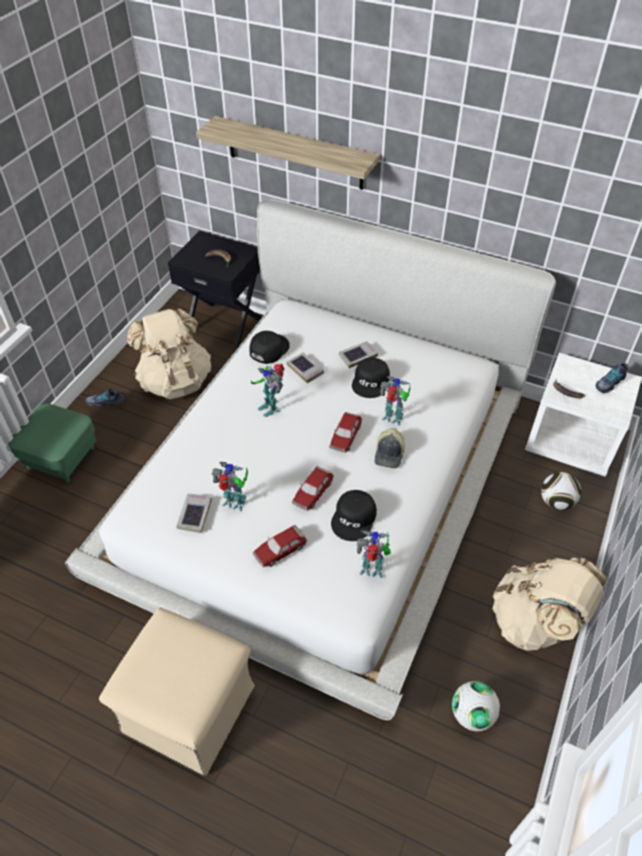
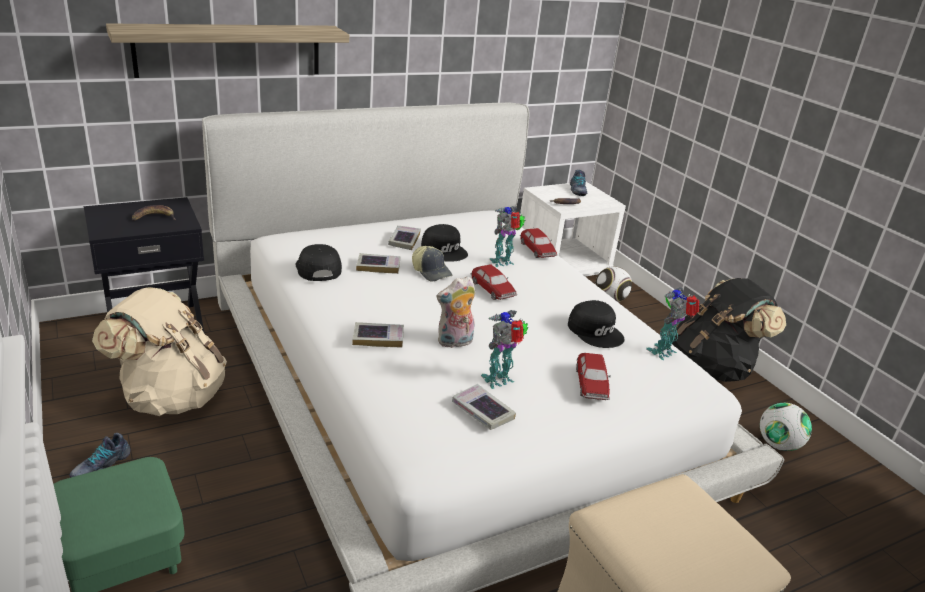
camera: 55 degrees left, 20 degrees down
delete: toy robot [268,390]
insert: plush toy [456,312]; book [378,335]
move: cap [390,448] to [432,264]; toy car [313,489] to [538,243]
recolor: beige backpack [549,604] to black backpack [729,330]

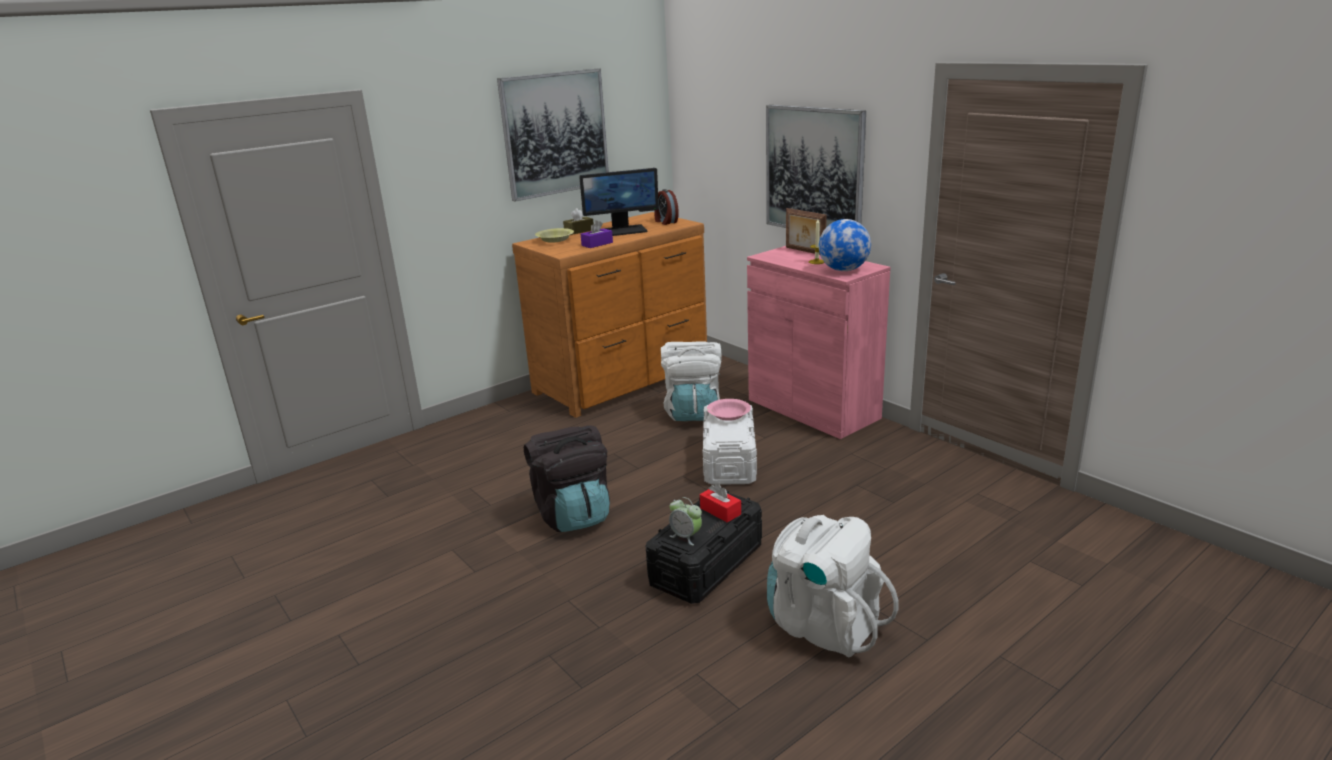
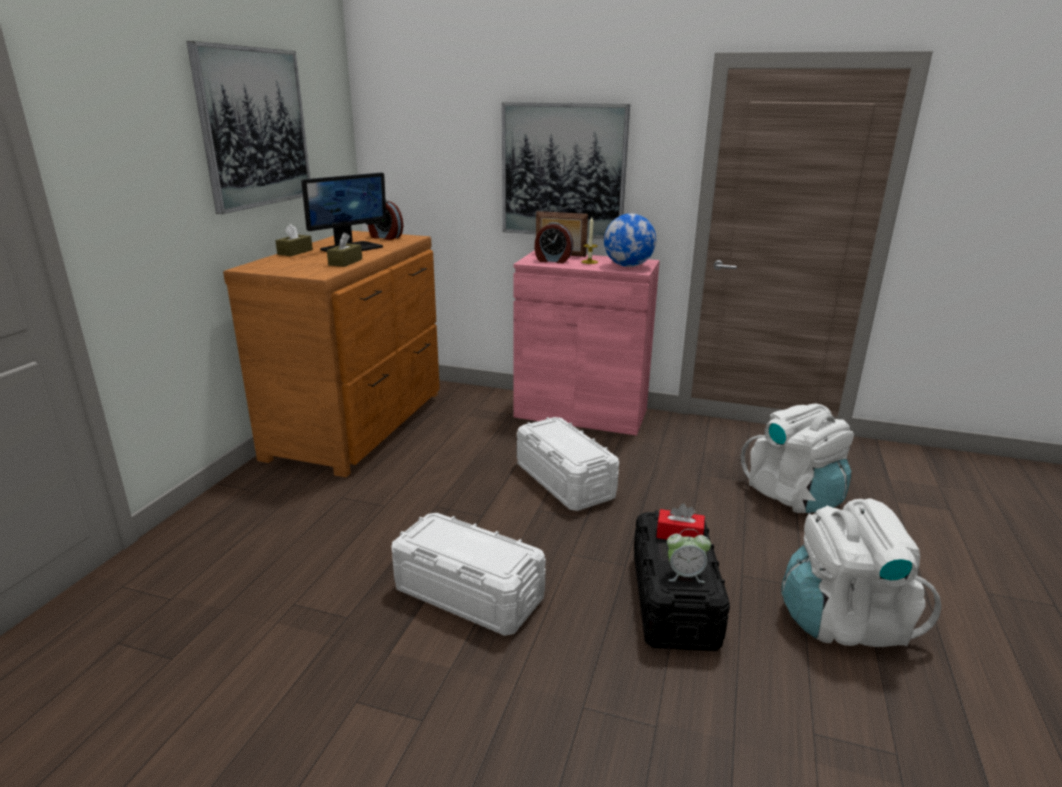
camera: 35 degrees left, 0 degrees up
delete: yellow bowl [554,235]; pink bowl [729,410]
insert: alarm clock [553,242]
move: white backpack [691,381] to [797,458]
replace: black backpack [567,478] to white storage box [468,574]
recolor: purple tissue box [597,234] to brown tissue box [344,249]

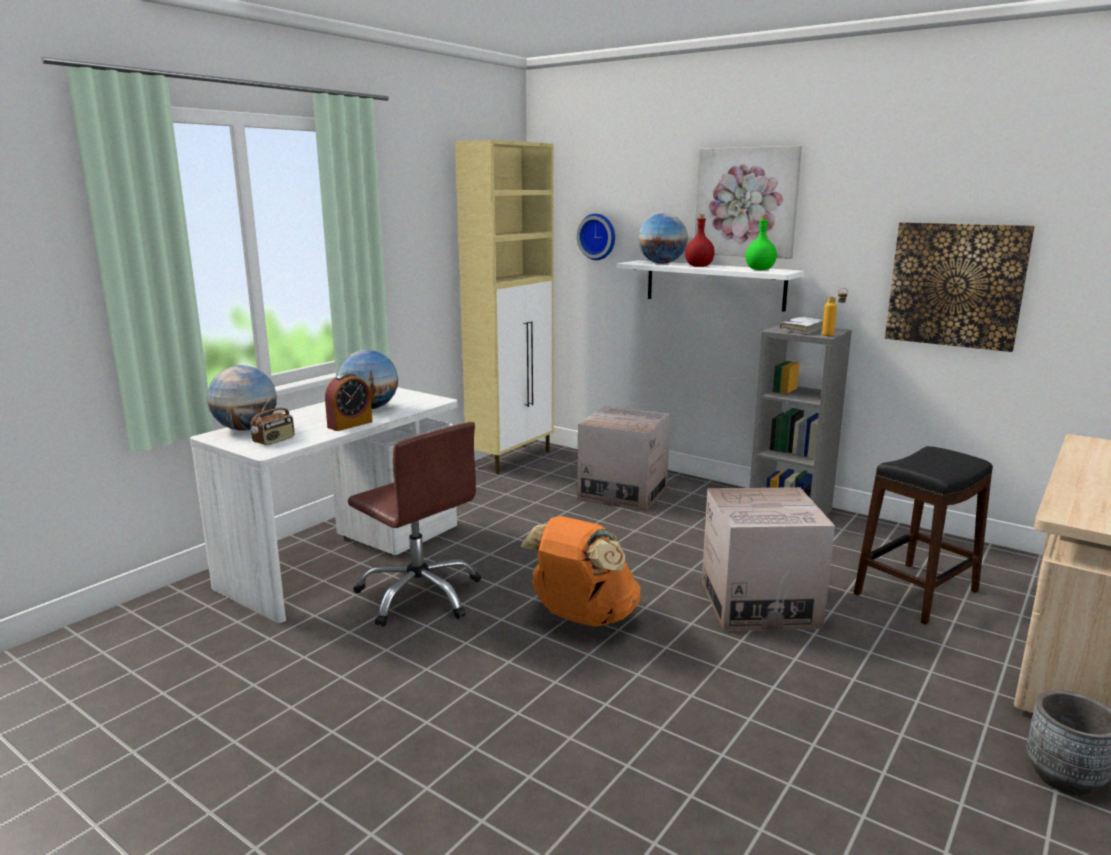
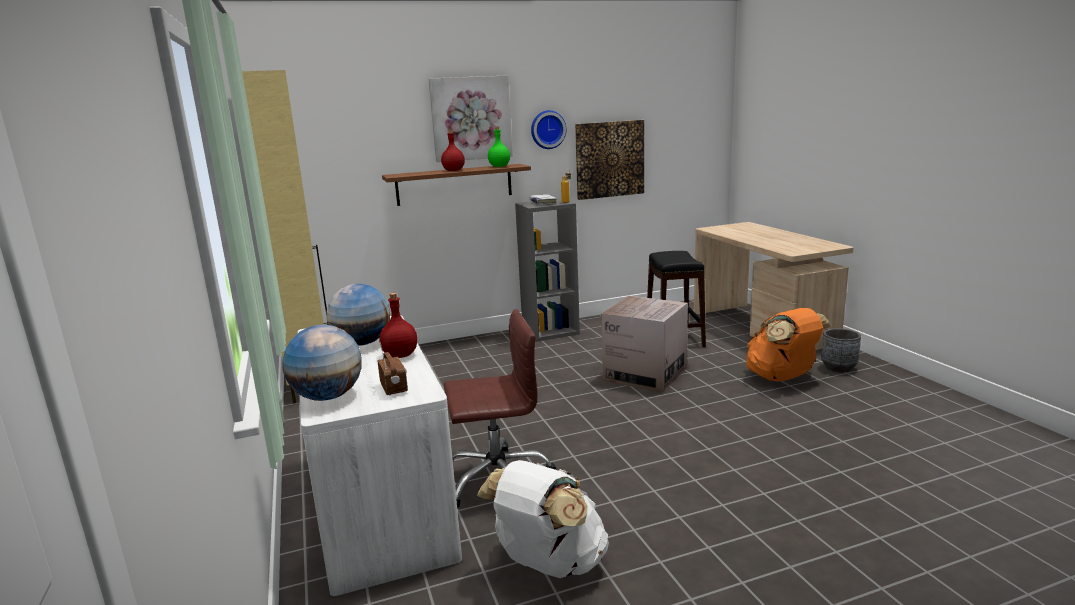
camera: 55 degrees left, 0 degrees up
delete: globe [663,238]; cardboard box [623,459]
insert: white backpack [543,519]
move: wall clock [596,237] to [548,129]; orange backpack [581,571] to [789,345]
replace: alarm clock [348,402] to red bottle [398,325]
recolor: white shelf [710,286] to brown shelf [456,185]

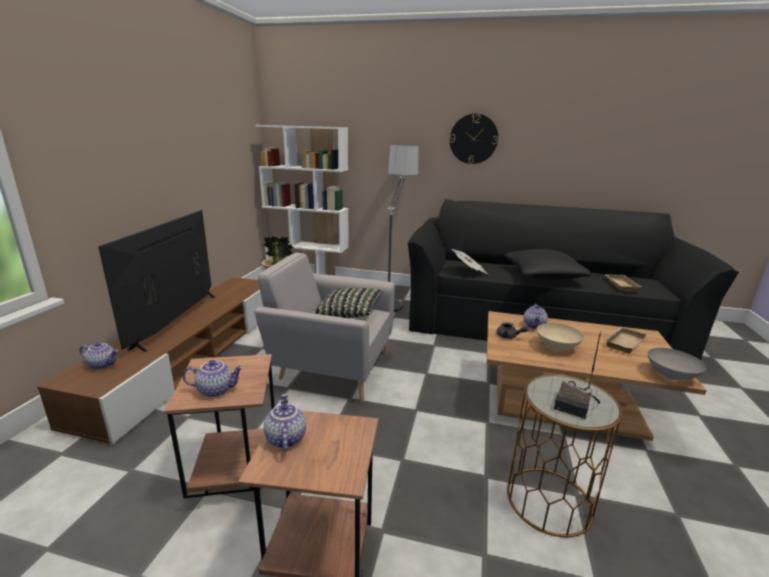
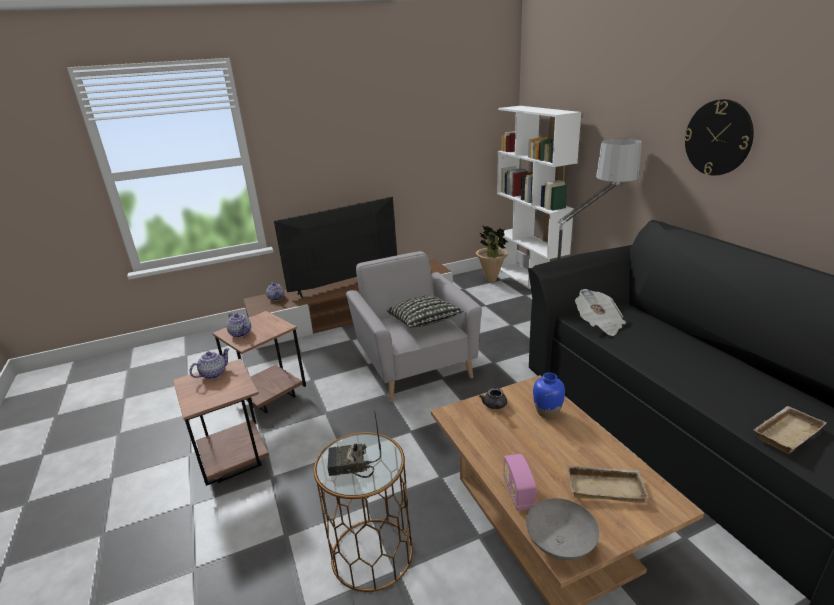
camera: 55 degrees right, 5 degrees up
delete: black pillow [547,264]; beige bowl [560,337]
insert: radio [519,482]
replace: teapot [536,316] to blue vase [549,395]

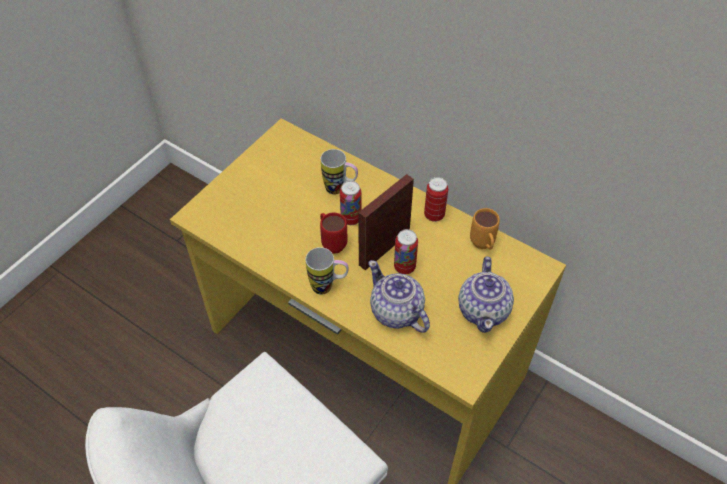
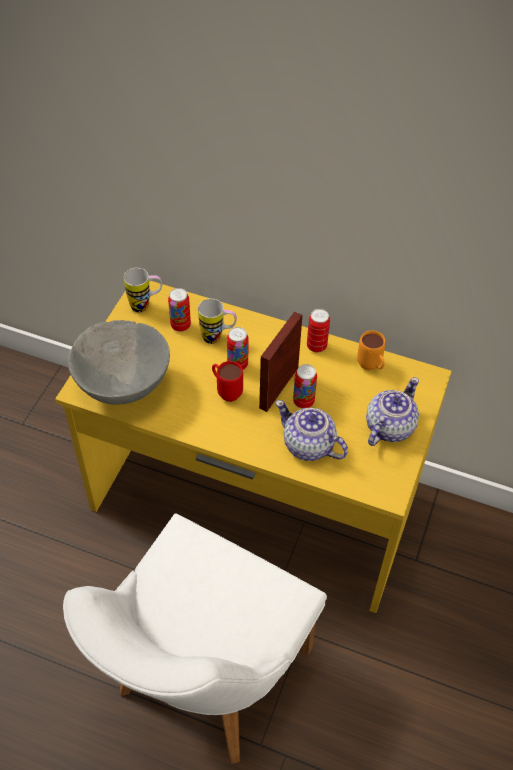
camera: 15 degrees left, 0 degrees up
insert: can [179,310]; grey bowl [119,362]
move: mug [327,271] to [143,290]
rotate: teapot [486,295] = [392,411] 135 degrees counterclockwise

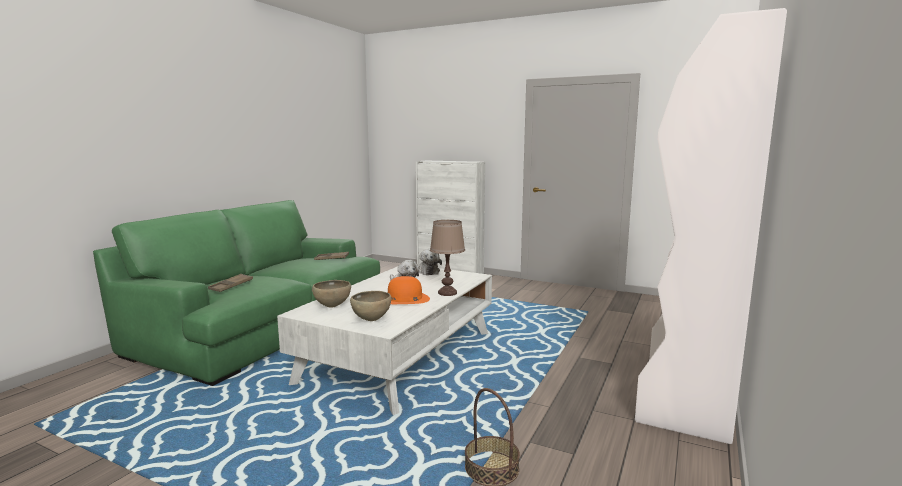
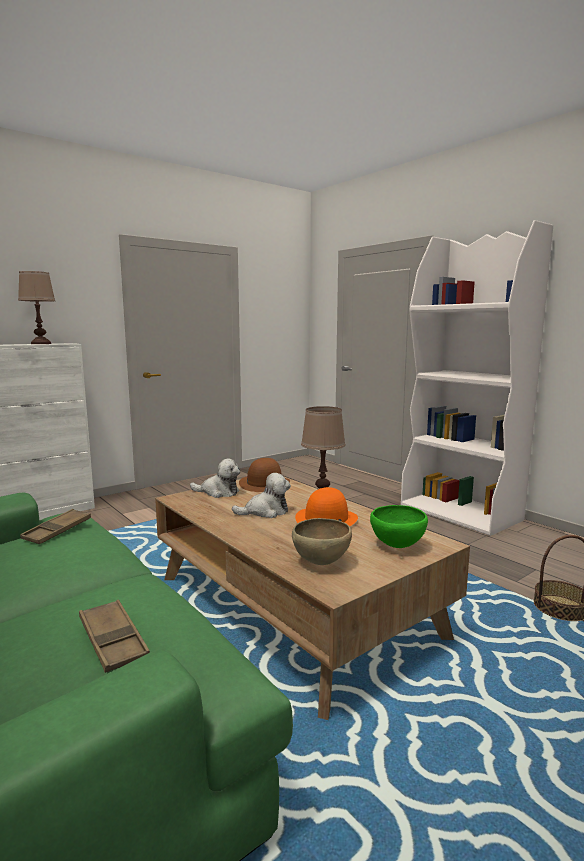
camera: 65 degrees left, 0 degrees up
insert: brown table lamp [36,307]; brown hat [264,475]
recolor: white coffee table [384,341] to brown coffee table [312,598]; brown bowl [370,306] to green bowl [399,526]

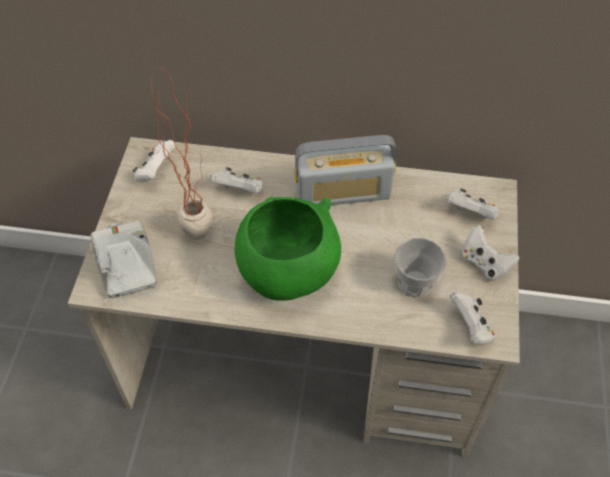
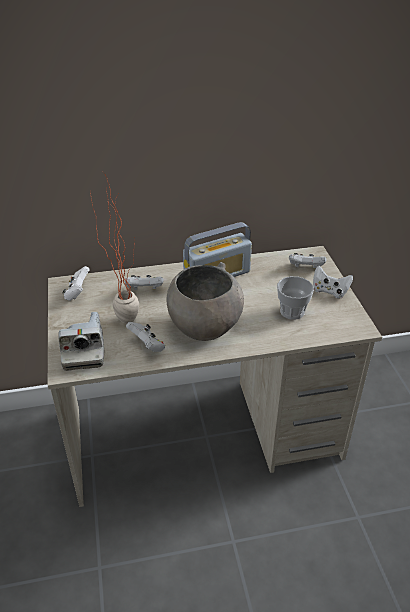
camera: 20 degrees left, 15 degrees down
move: white game controller [473,318] to [145,337]
recolor: green bowl [288,248] to grey bowl [205,301]
rotate: photo camera [124,259] = [81,341] 150 degrees counterclockwise

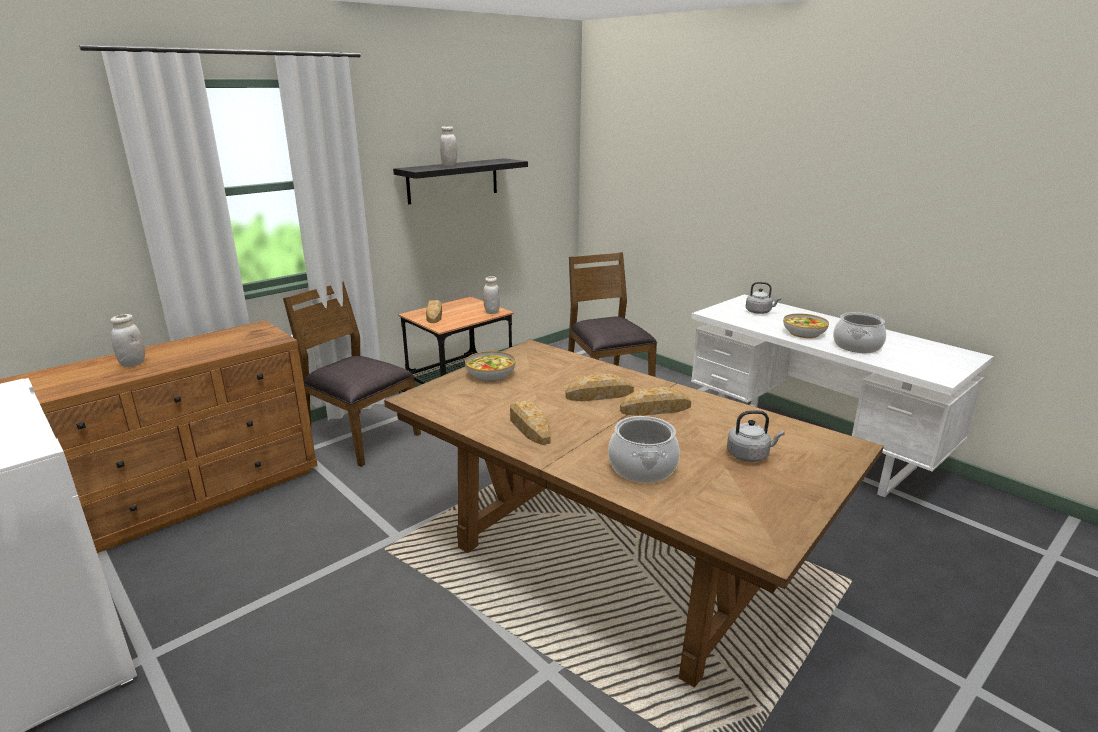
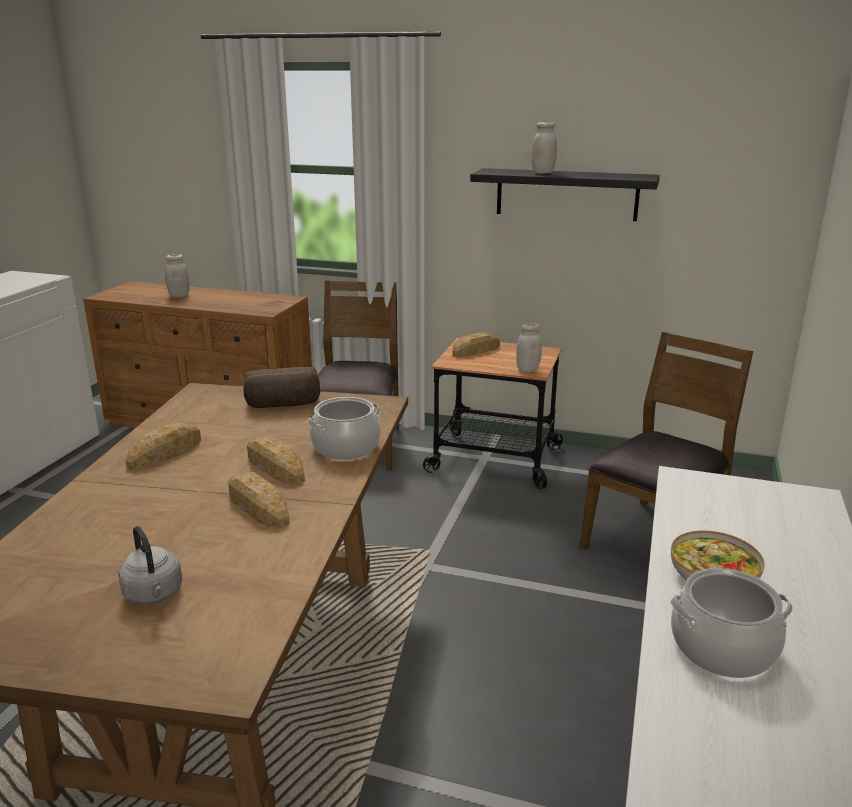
camera: 60 degrees right, 0 degrees up
delete: grey kettle [763,298]
move: cooking pot [644,449] to [344,428]
replace: bowl [490,366] to bread [281,387]

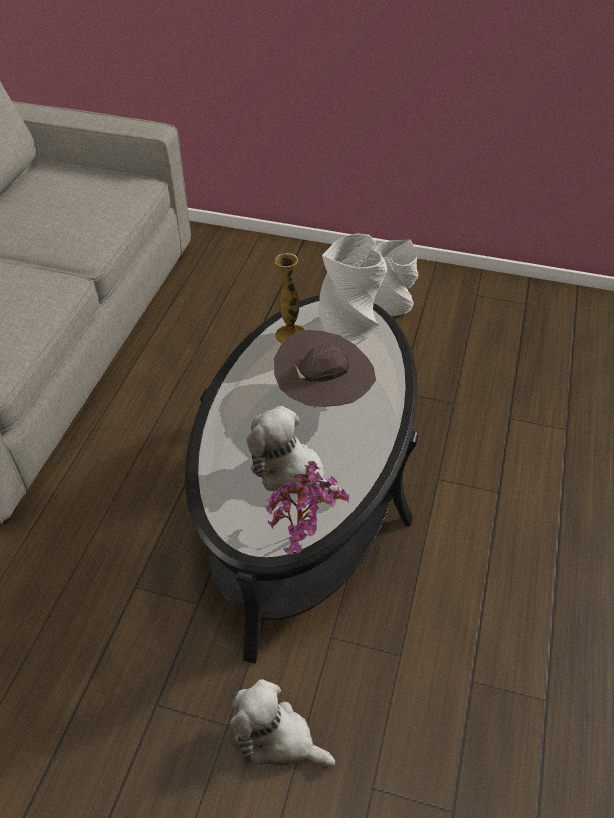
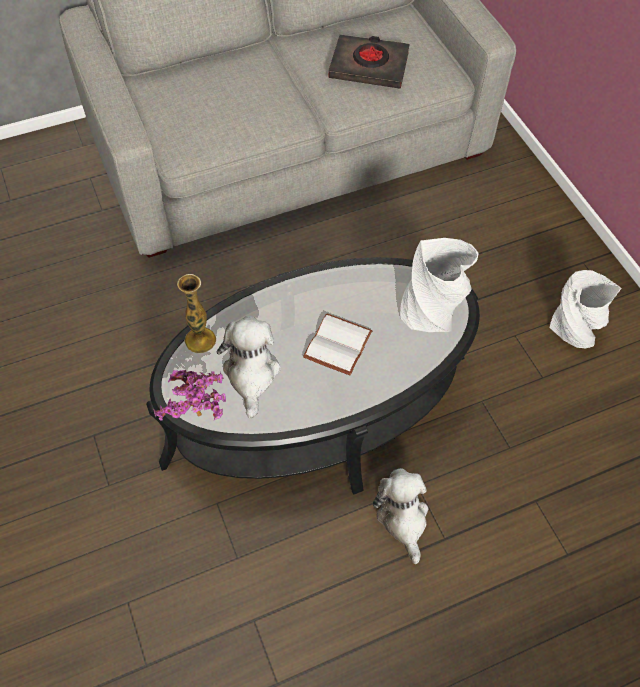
camera: 50 degrees right, 10 degrees up
insert: black book [369,62]
move: vase [290,298] to [196,314]; plush toy [282,723] to [400,516]
replace: brown hat [325,369] to white book [338,344]

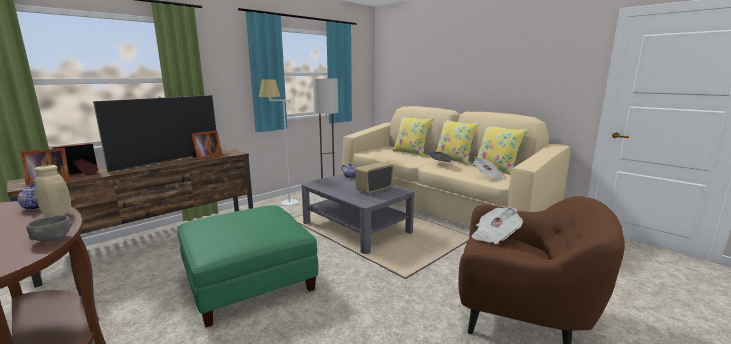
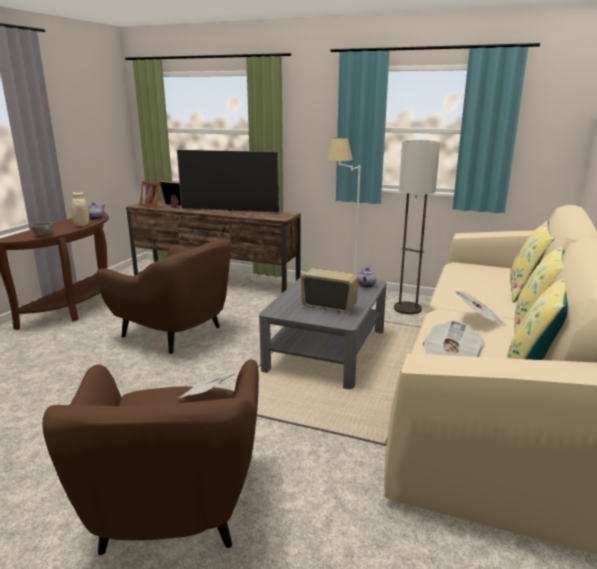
camera: 65 degrees right, 5 degrees up
delete: picture frame [207,145]
replace: green ottoman [247,266] to brown armchair [163,296]

